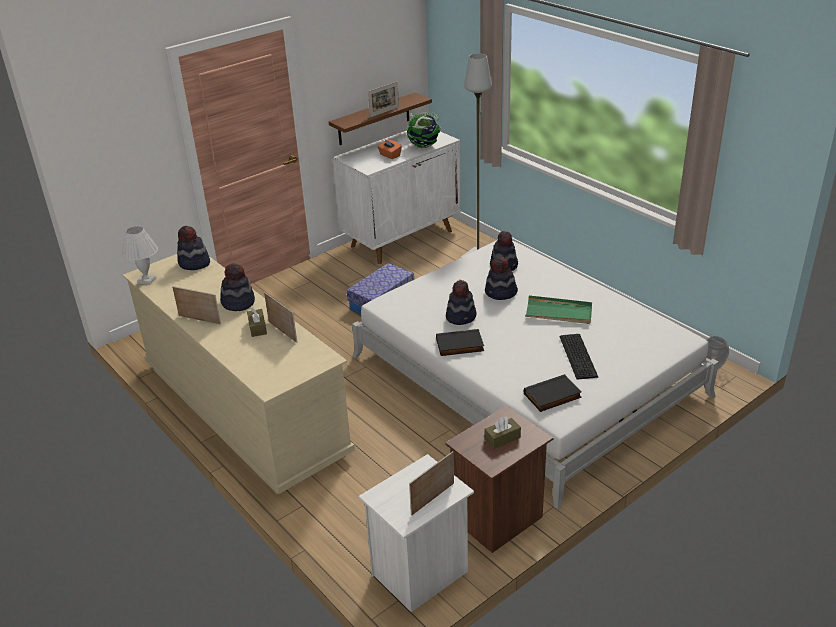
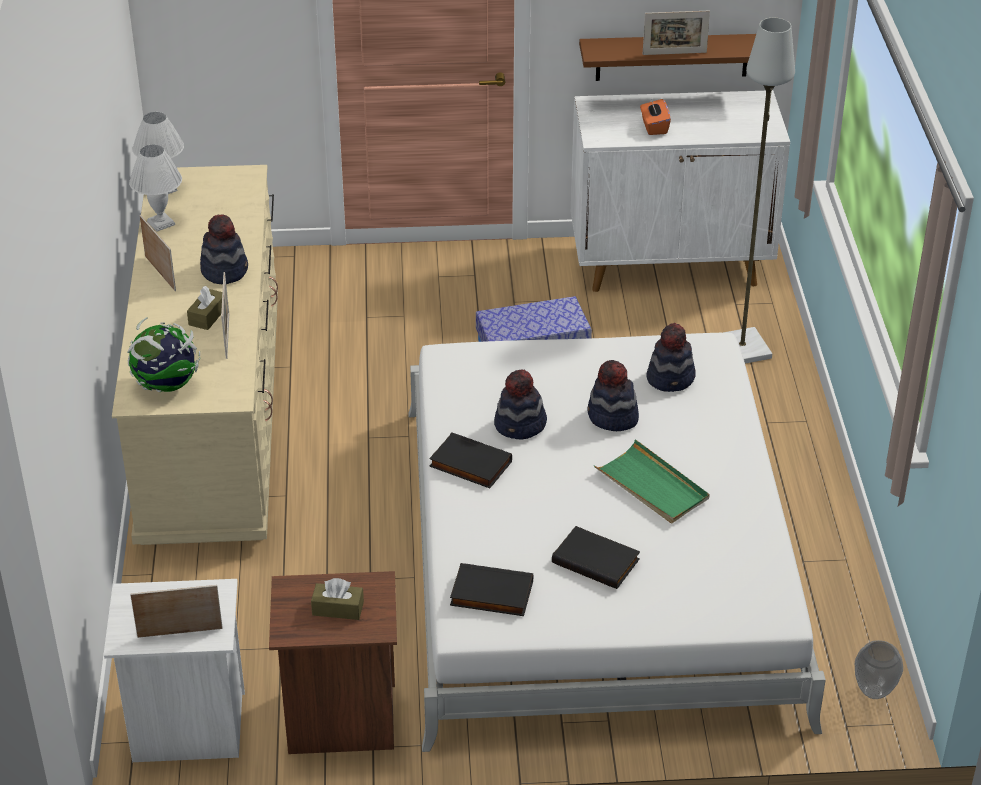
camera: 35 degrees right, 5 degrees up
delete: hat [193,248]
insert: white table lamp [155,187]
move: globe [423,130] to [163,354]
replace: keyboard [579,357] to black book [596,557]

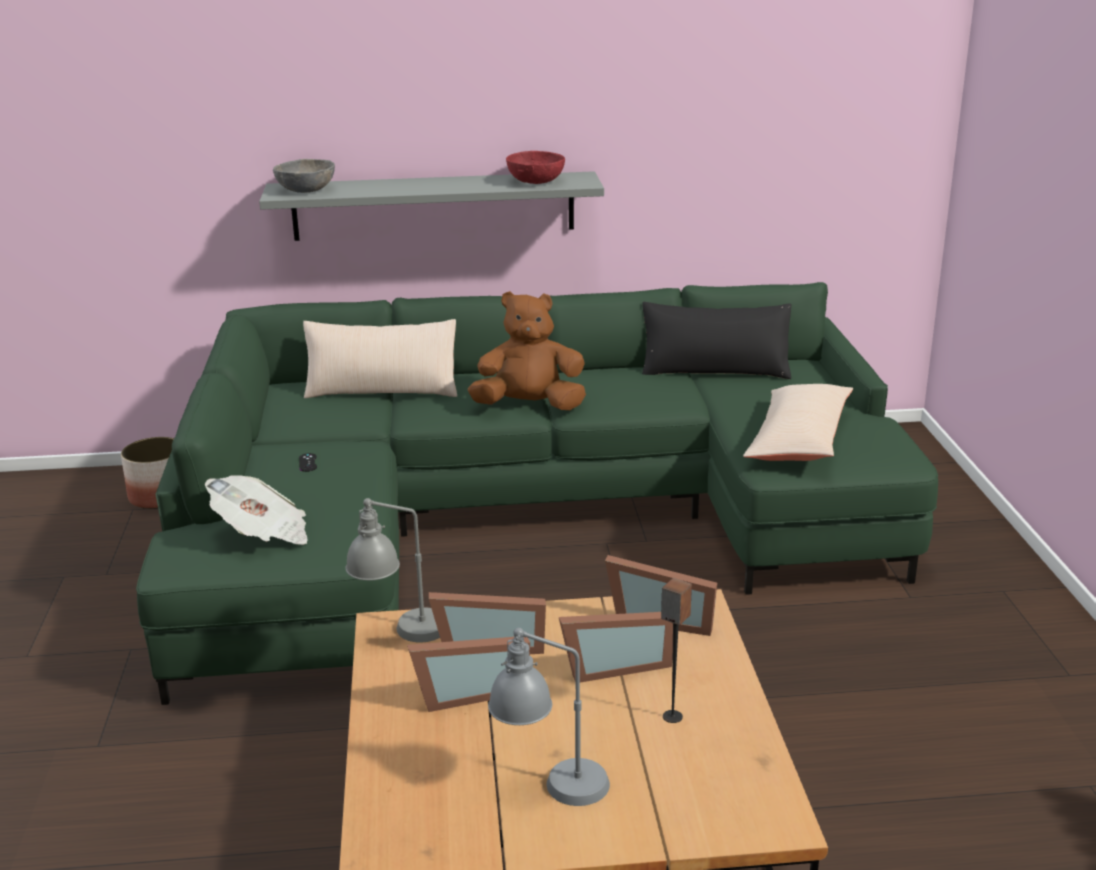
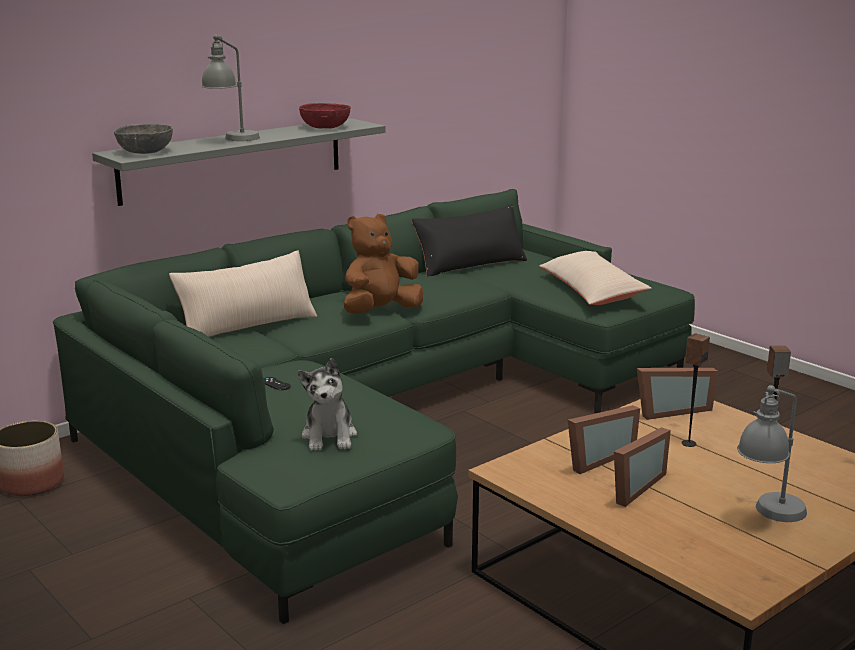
camera: 35 degrees left, 5 degrees down
move: grey table lamp [392,570] to [230,87]
replace: newspaper [256,510] to plush toy [327,404]; picture frame [616,647] to speaker [695,390]

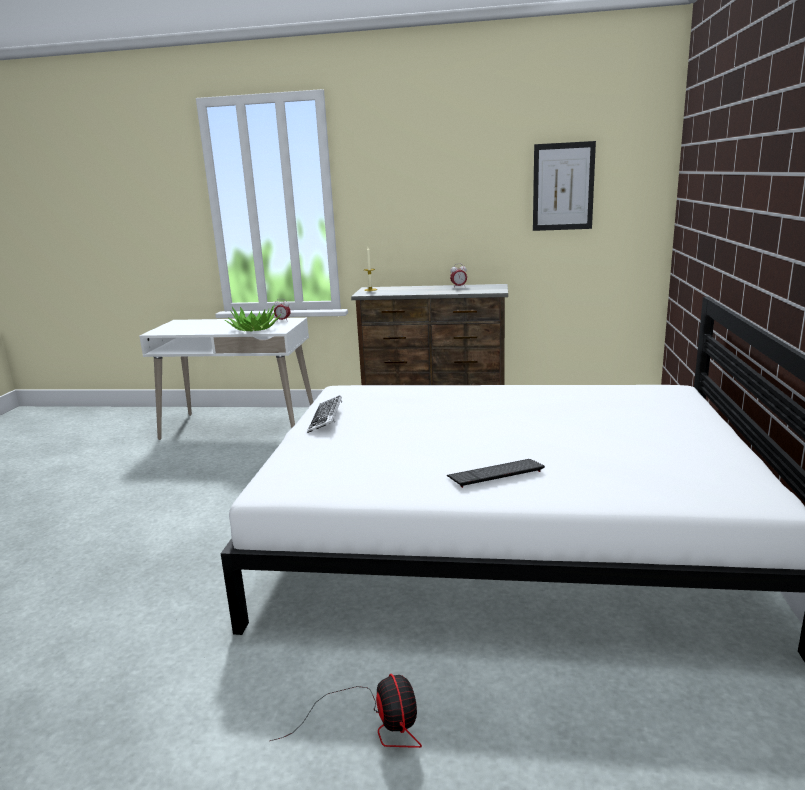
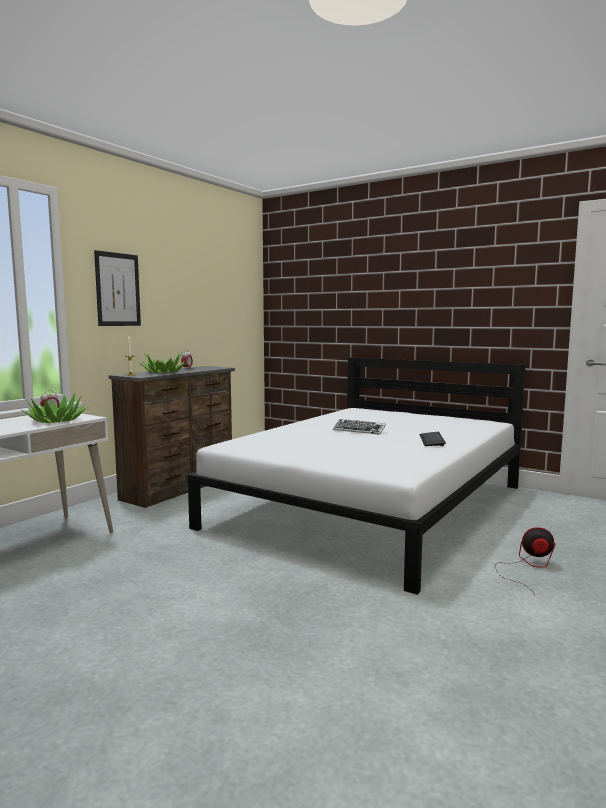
camera: 65 degrees left, 10 degrees down
insert: potted plant [163,363]
move: picture [564,186] to [117,288]; keyboard [324,414] to [359,427]

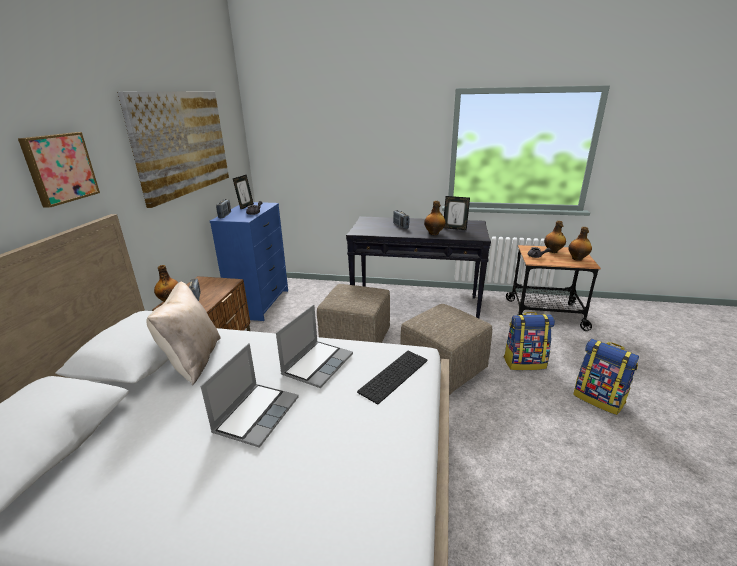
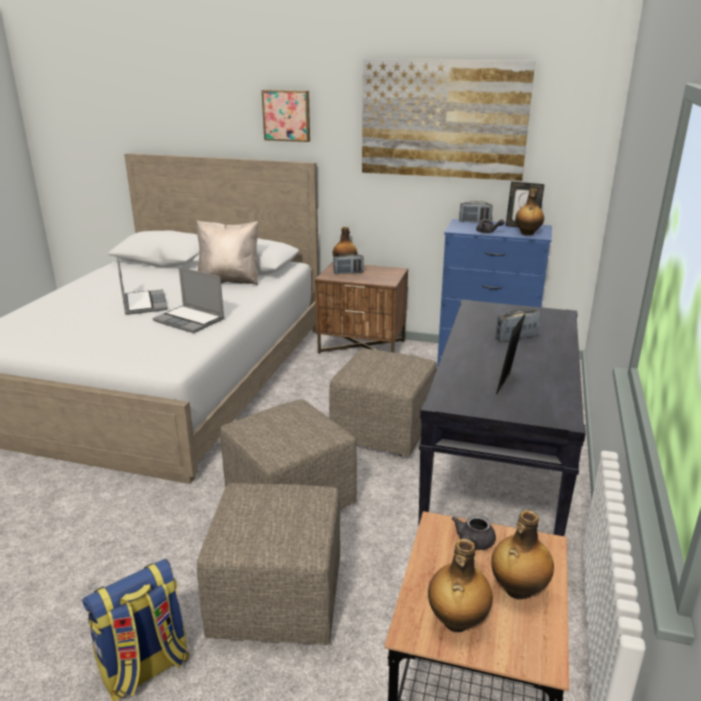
camera: 95 degrees right, 0 degrees up
delete: keyboard [392,377]
move: bottle [434,218] to [529,212]
replace: backpack [529,341] to beige ottoman [268,564]
rotate: laptop [250,395] = [142,286] 135 degrees counterclockwise

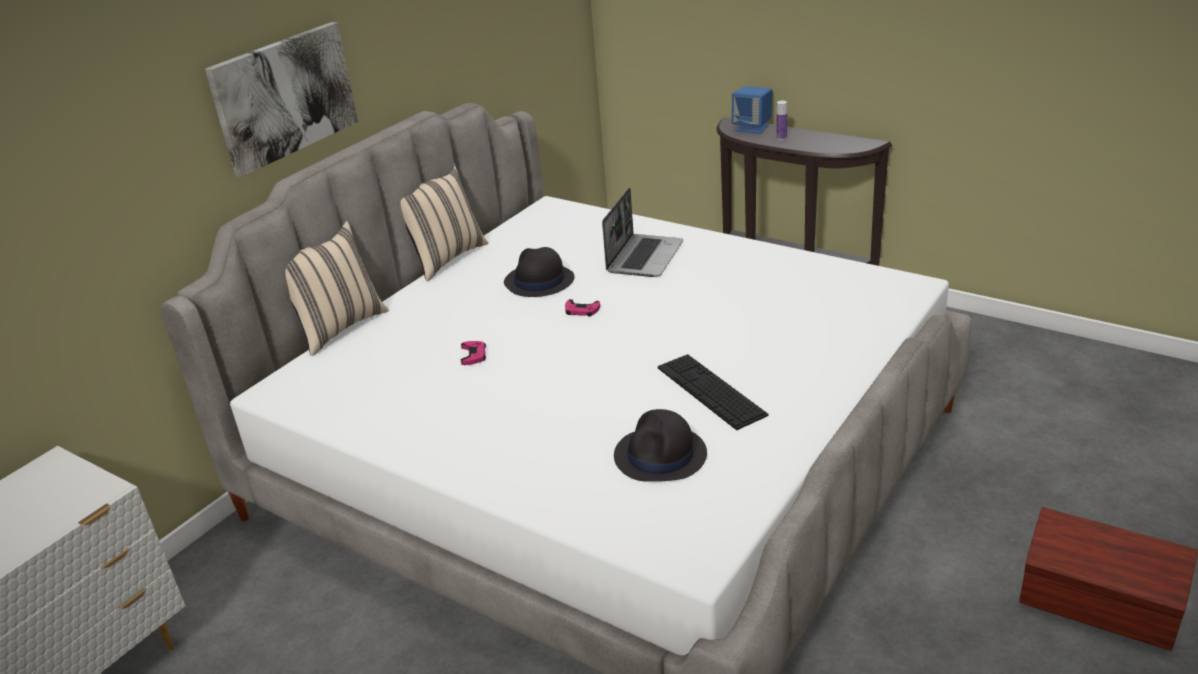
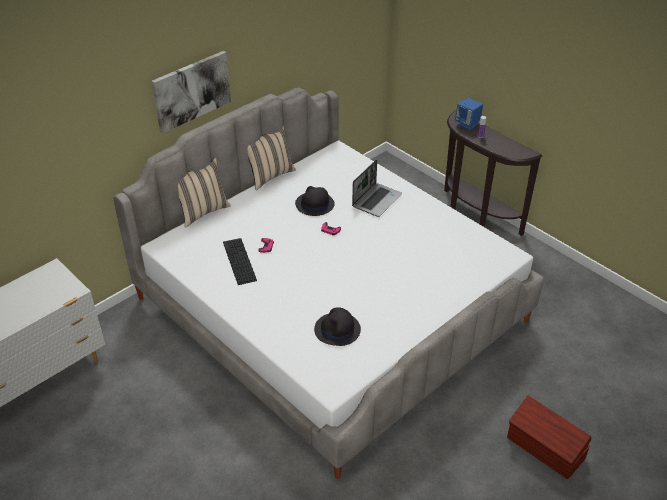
camera: 10 degrees right, 10 degrees up
move: keyboard [713,392] to [240,261]

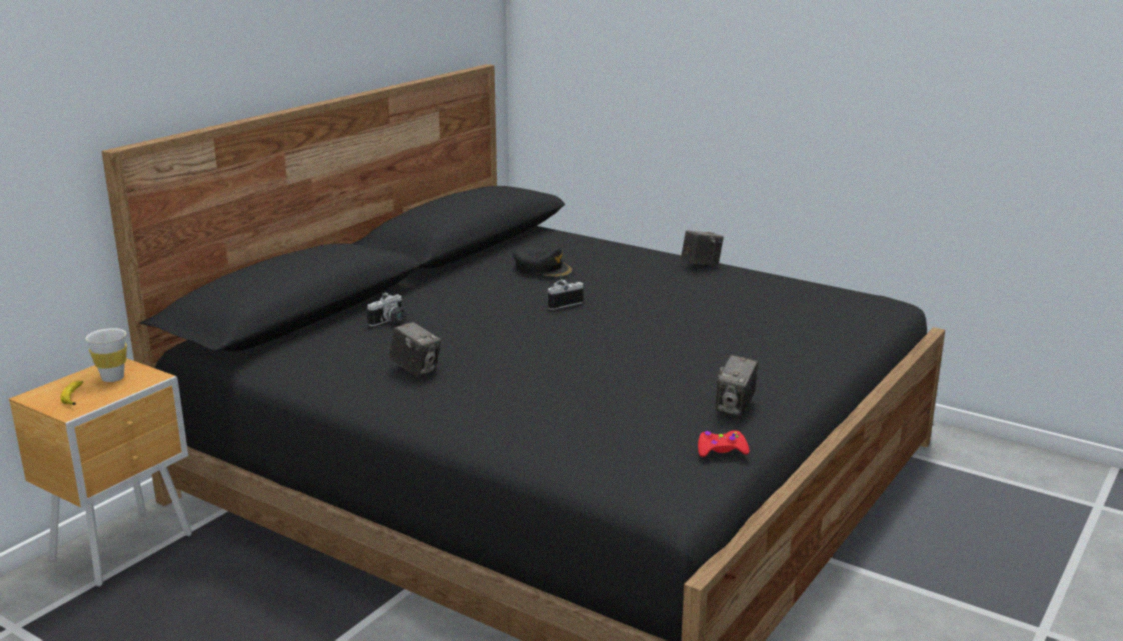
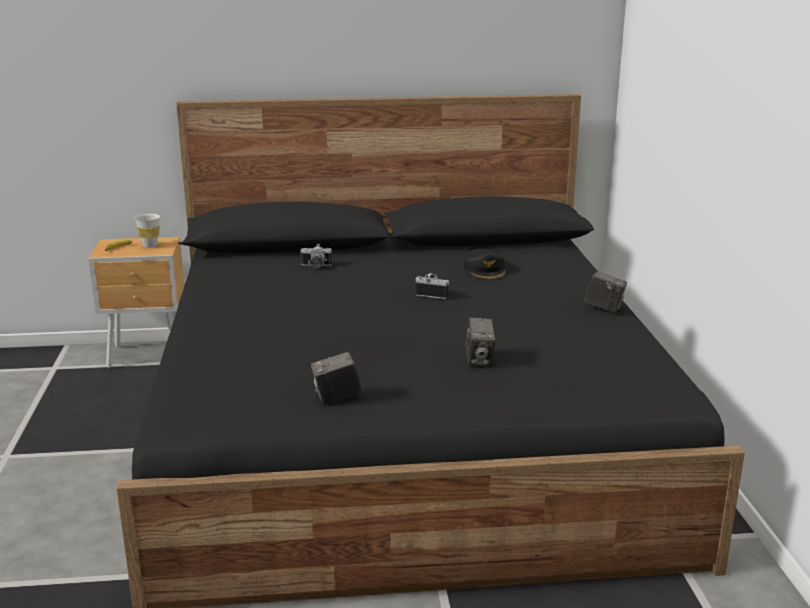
camera: 50 degrees right, 0 degrees up
delete: red game controller [723,443]
move: photo camera [415,349] to [480,341]

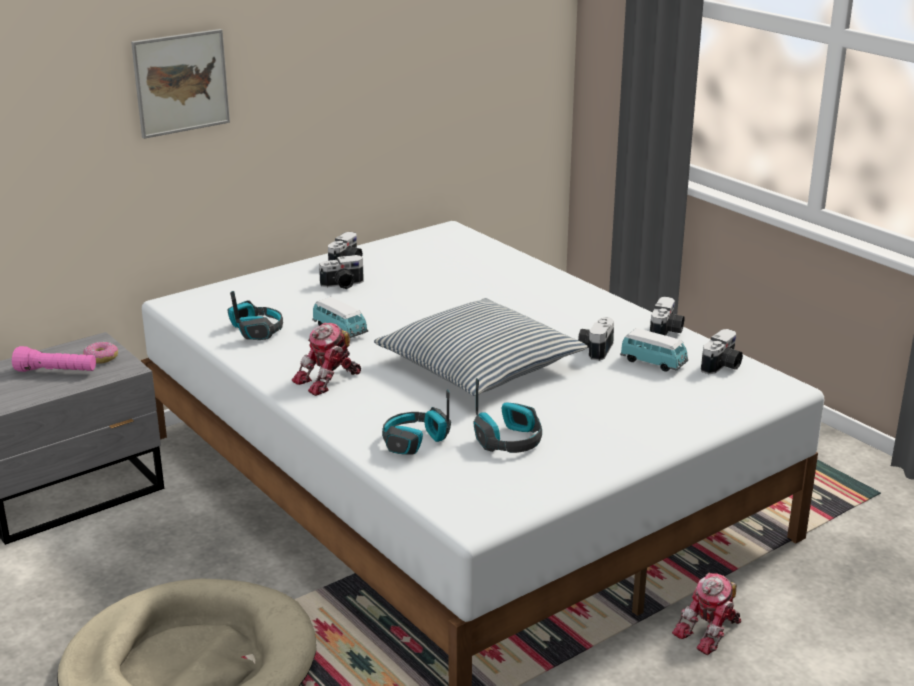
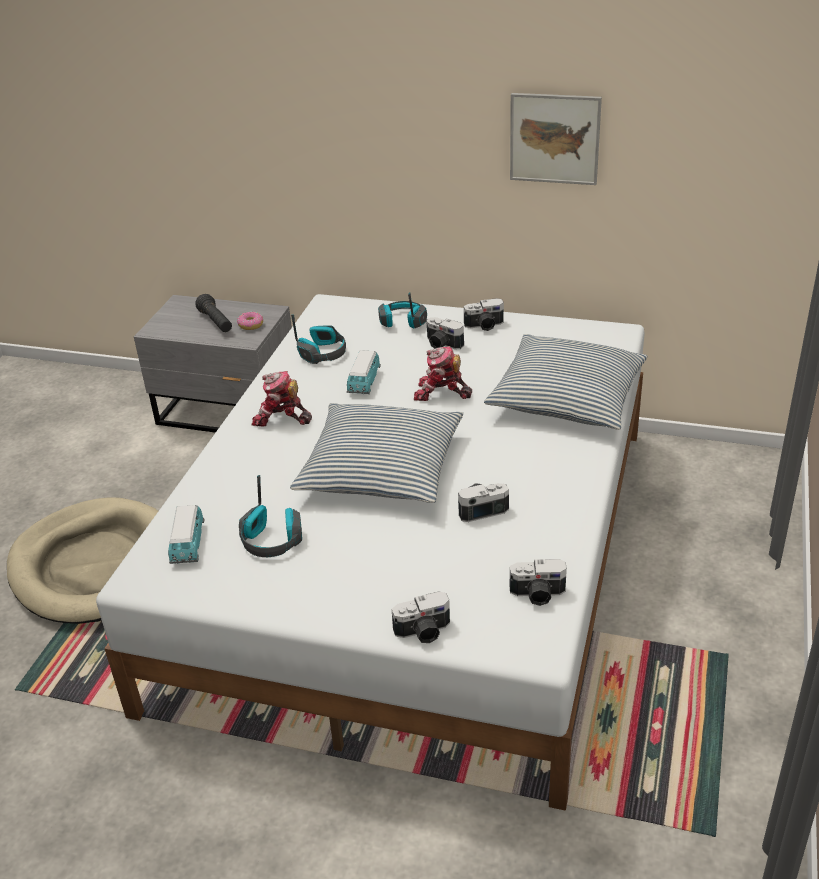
camera: 55 degrees right, 10 degrees up
insert: pillow [565,382]
move: picture [180,84] to [556,139]; photo camera [667,316] to [421,617]; toy car [654,350] to [186,534]; headphones [416,421] to [402,310]; toy robot [707,613] to [443,373]
recolor: pink flashlight [54,359] to black flashlight [213,313]

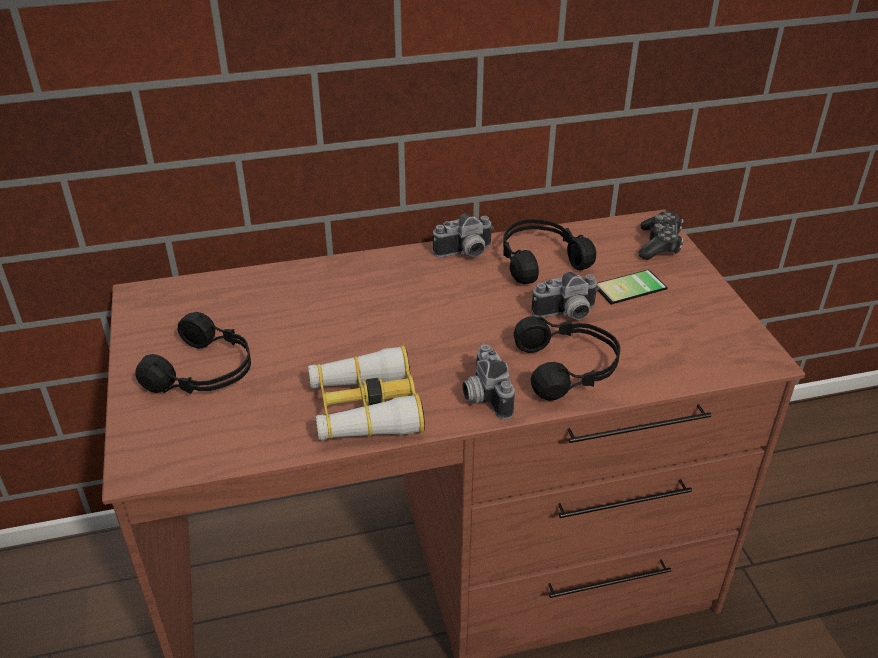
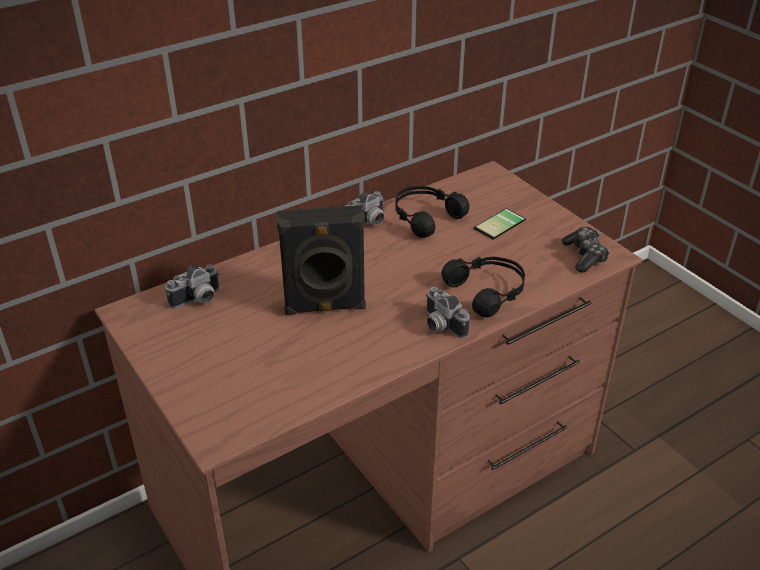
camera: 20 degrees left, 0 degrees up
delete: black headphones [193,353]; binoculars [366,392]
insert: black speaker [321,260]
move: game controller [661,236] to [586,250]; photo camera [565,296] to [192,286]

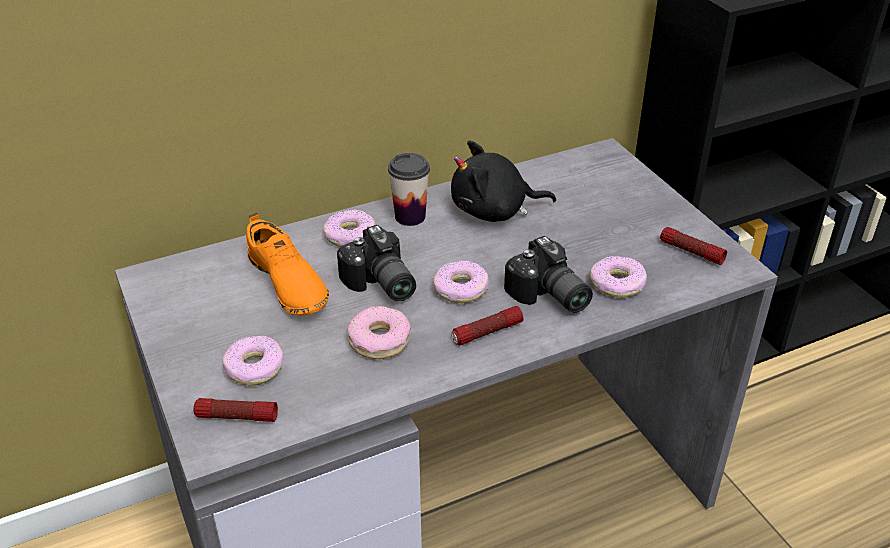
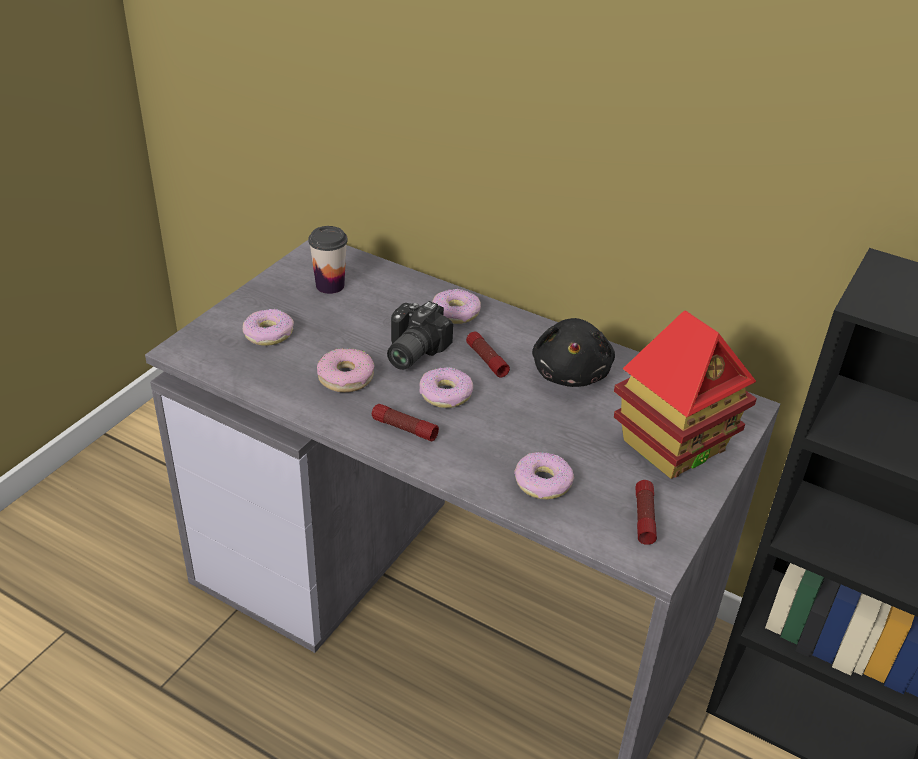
camera: 55 degrees right, 0 degrees up
delete: orange shoe [287,264]; photo camera [548,274]
insert: toy house [685,394]
move: cup [409,189] to [328,260]; flashlight [235,410] to [488,355]
rotate: black plush toy [503,181] = [573,352] 135 degrees counterclockwise

